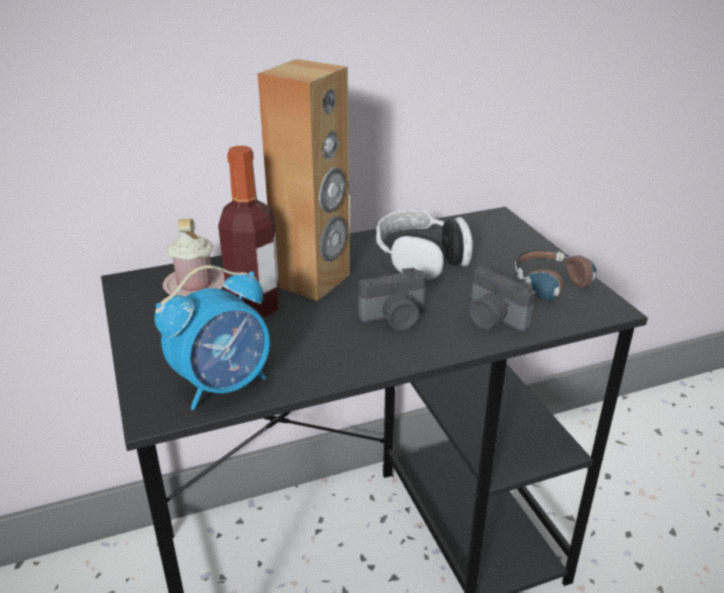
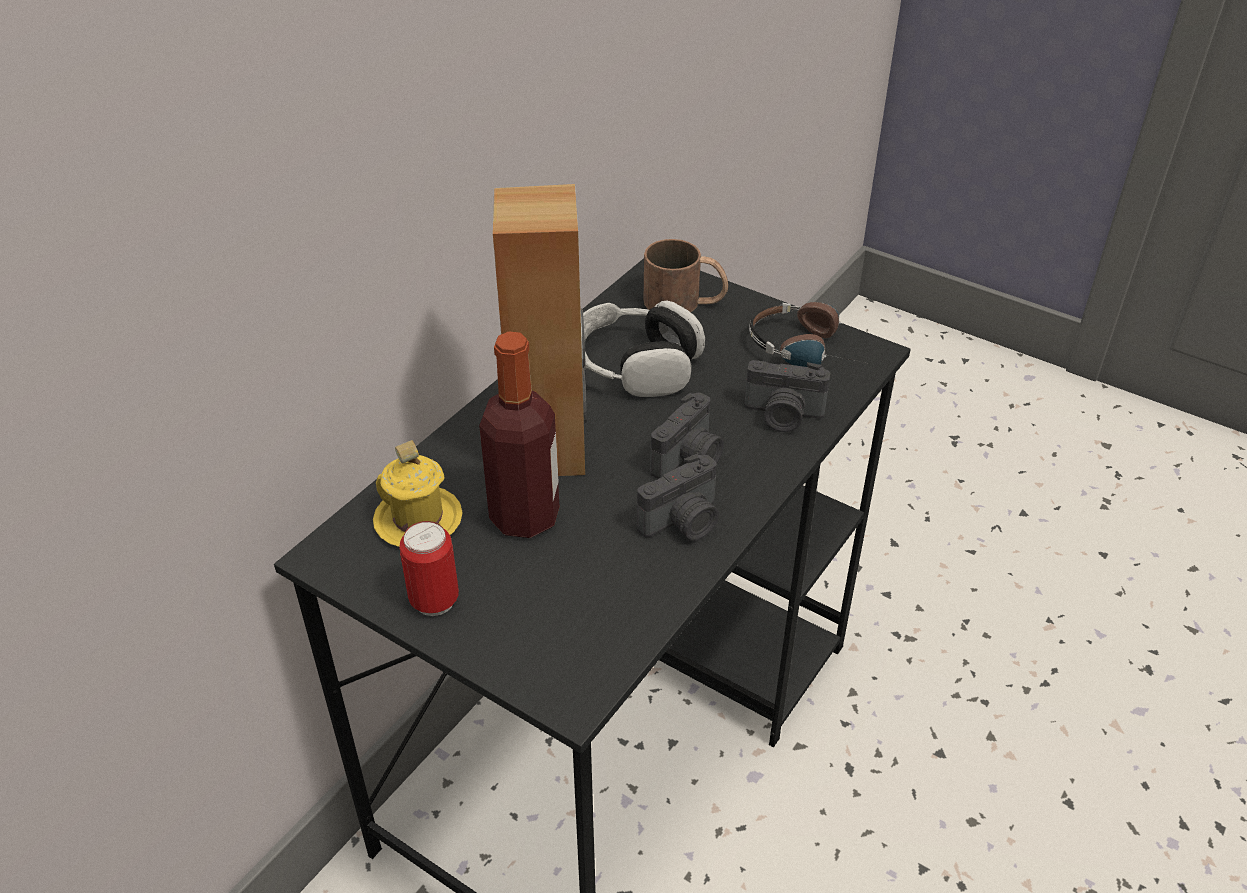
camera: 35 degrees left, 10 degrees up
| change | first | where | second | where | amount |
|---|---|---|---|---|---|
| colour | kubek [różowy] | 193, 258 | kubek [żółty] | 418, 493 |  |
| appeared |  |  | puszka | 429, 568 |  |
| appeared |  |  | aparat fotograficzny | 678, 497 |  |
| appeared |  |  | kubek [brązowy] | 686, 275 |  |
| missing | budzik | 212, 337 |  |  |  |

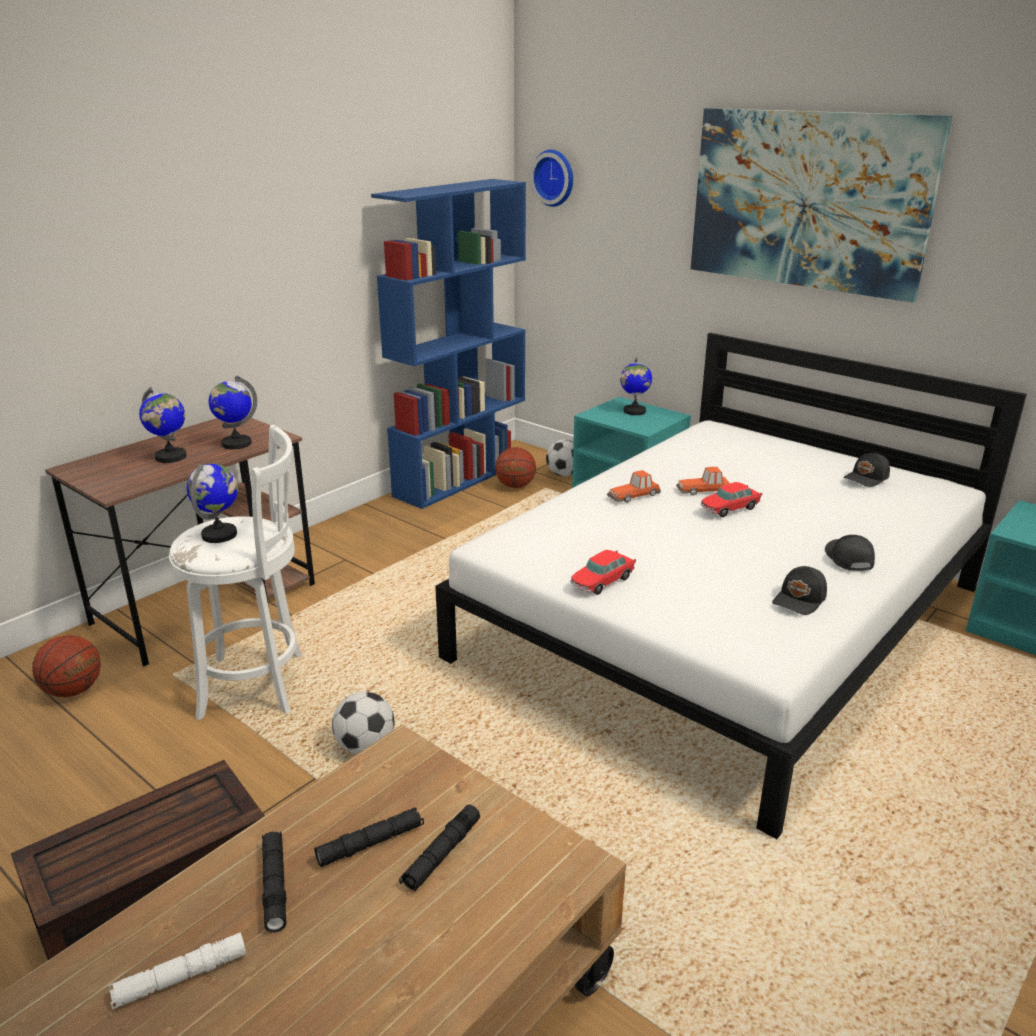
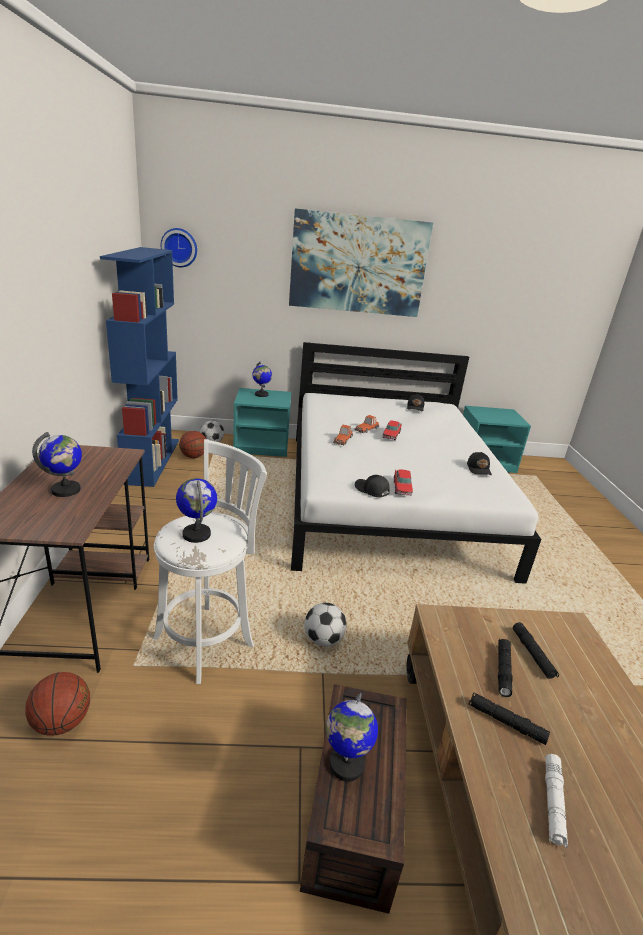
camera: 45 degrees left, 0 degrees up
| change | first | where | second | where | amount |
|---|---|---|---|---|---|
| relocated | globus | 233, 413 |  | 352, 737 |  |
| relocated | czapka z daszkiem [czarny] | 850, 553 |  | 372, 486 |  |

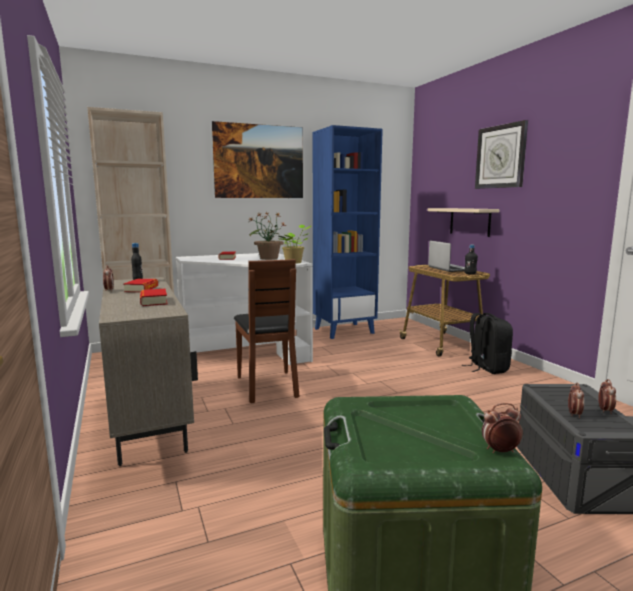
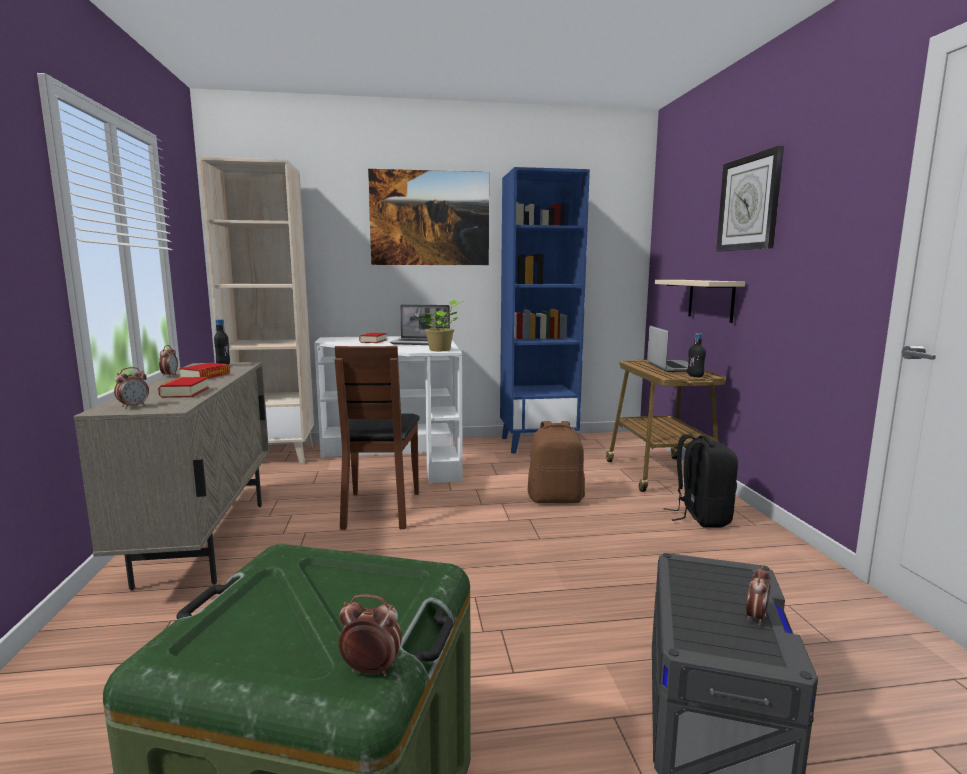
camera: 15 degrees right, 0 degrees up
| change | first | where | second | where | amount |
|---|---|---|---|---|---|
| relocated | budzik | 576, 400 |  | 131, 388 |  |
| exchanged | roślina doniczkowa | 267, 236 | laptop | 420, 324 |  |
| appeared |  |  | plecak [brązowy] | 556, 462 |  |

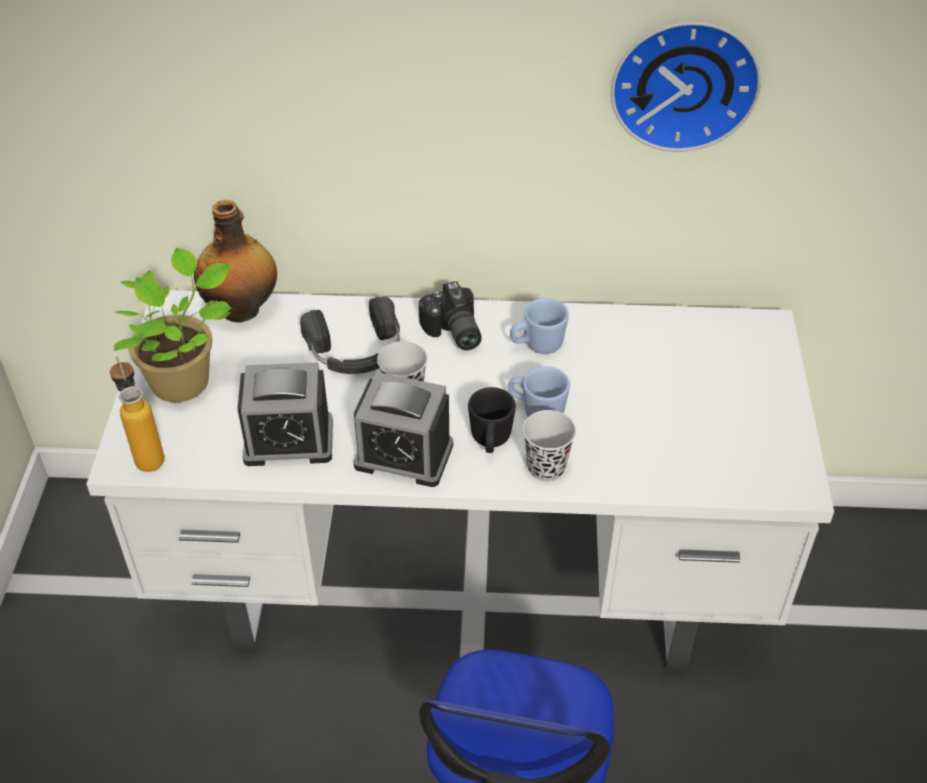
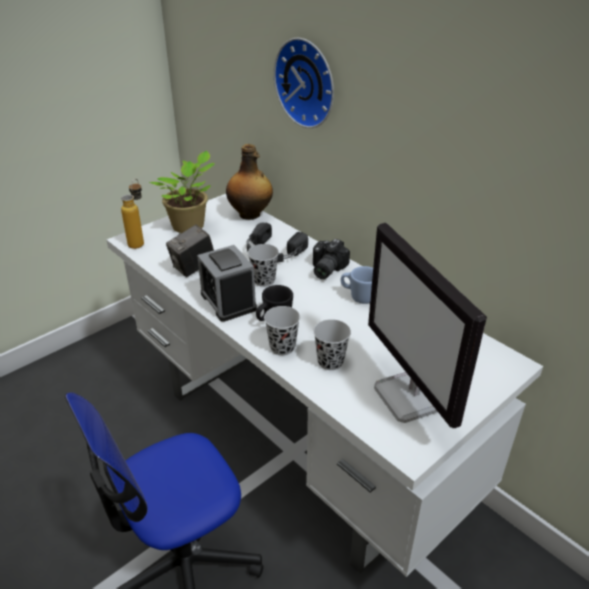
camera: 45 degrees right, 10 degrees down
| change | first | where | second | where | amount |
|---|---|---|---|---|---|
| exchanged | budzik | 285, 414 | aparat fotograficzny | 190, 251 |  |
| relocated | zegar ścienny | 686, 86 |  | 304, 83 |  |
| appeared |  |  | filiżanka [czarny] | 332, 344 |  |
| appeared |  |  | monitor | 427, 325 |  |
| missing | kubek [niebieski] | 539, 391 |  |  |  |

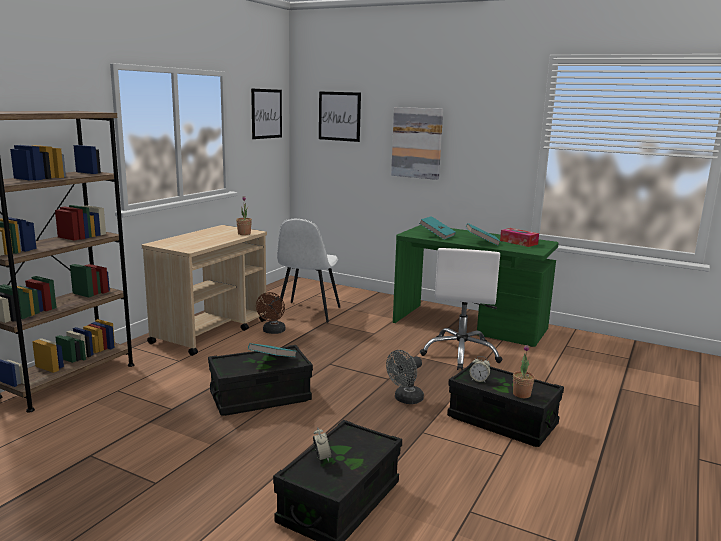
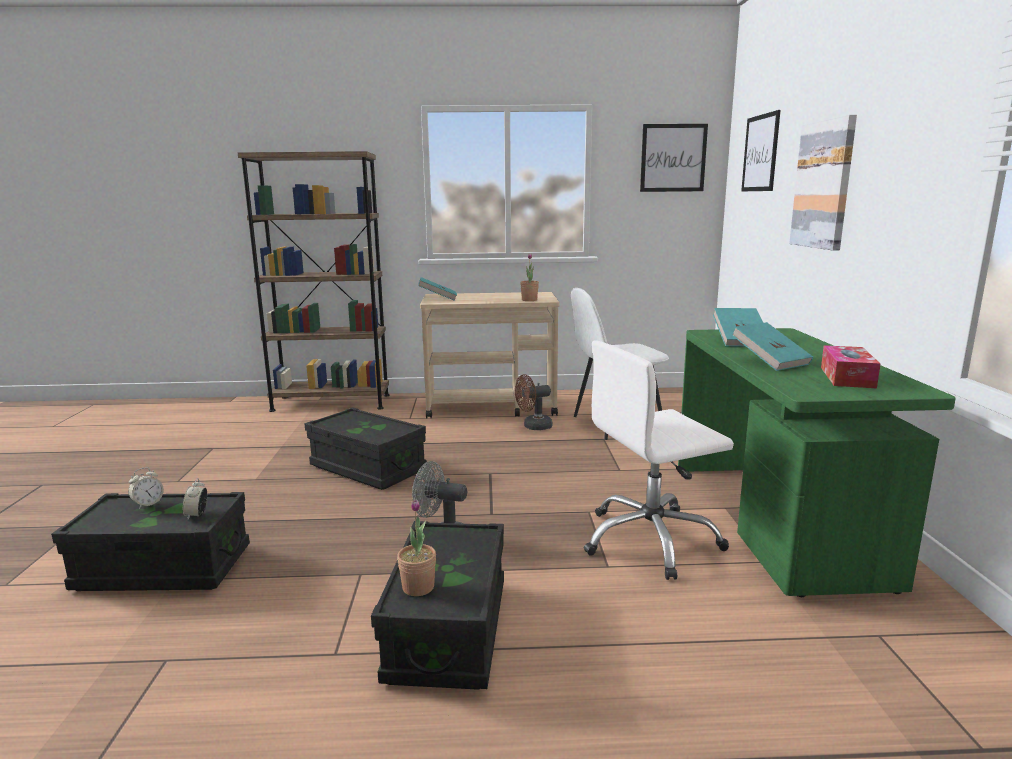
camera: 60 degrees right, 0 degrees up
| change | first | where | second | where | amount |
|---|---|---|---|---|---|
| relocated | budzik | 480, 369 |  | 195, 499 |  |
| relocated | książka [turkusowy] | 272, 350 |  | 437, 289 |  |

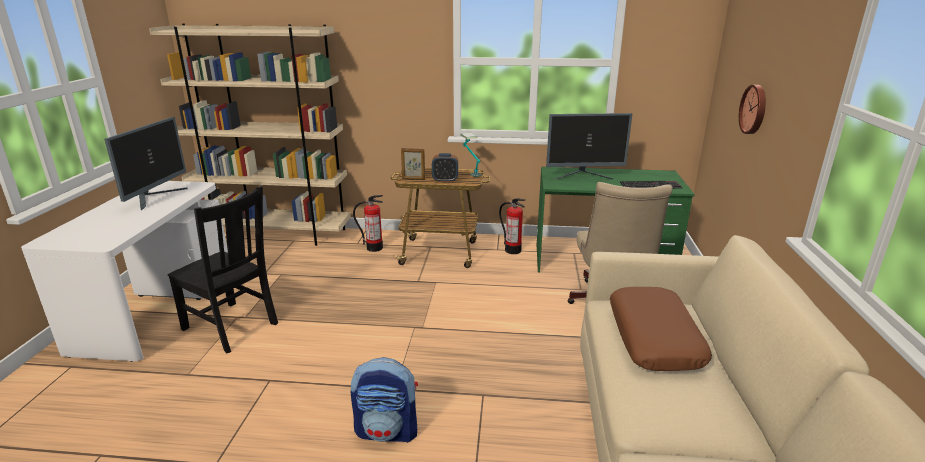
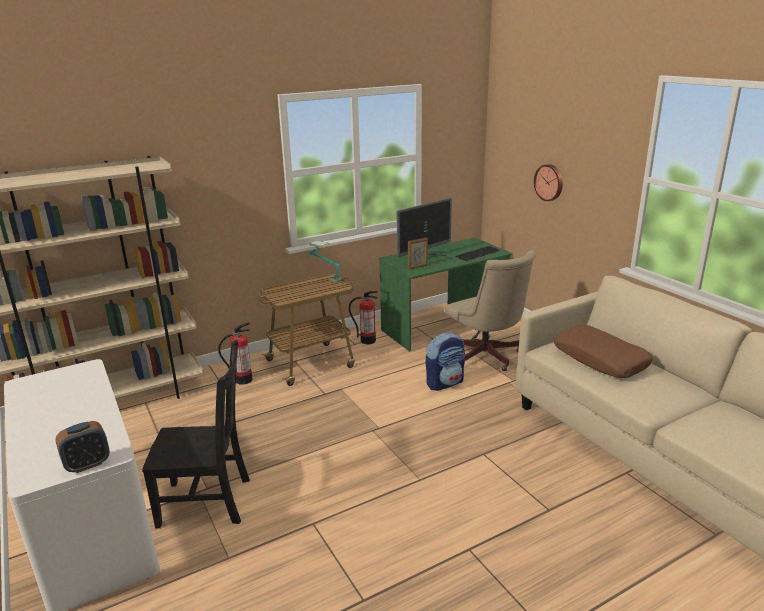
camera: 35 degrees left, 0 degrees up
| change | first | where | second | where | amount |
|---|---|---|---|---|---|
| relocated | budzik | 445, 167 |  | 82, 447 |  |
| relocated | ramka na zdjęcie | 413, 164 |  | 418, 253 |  |
| relocated | plecak | 384, 400 |  | 445, 361 |  |
| missing | monitor | 146, 164 |  |  |  |

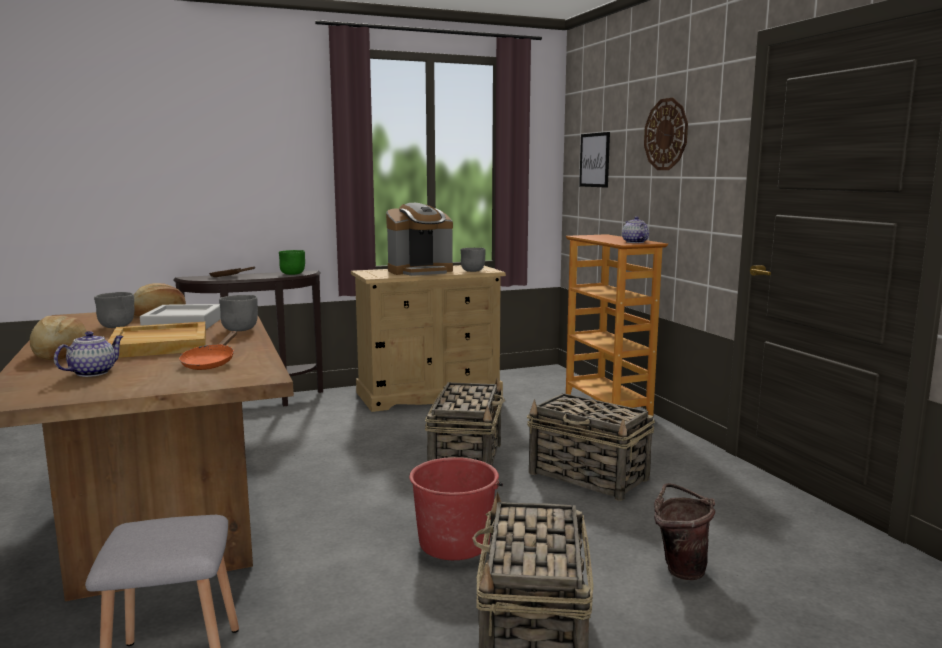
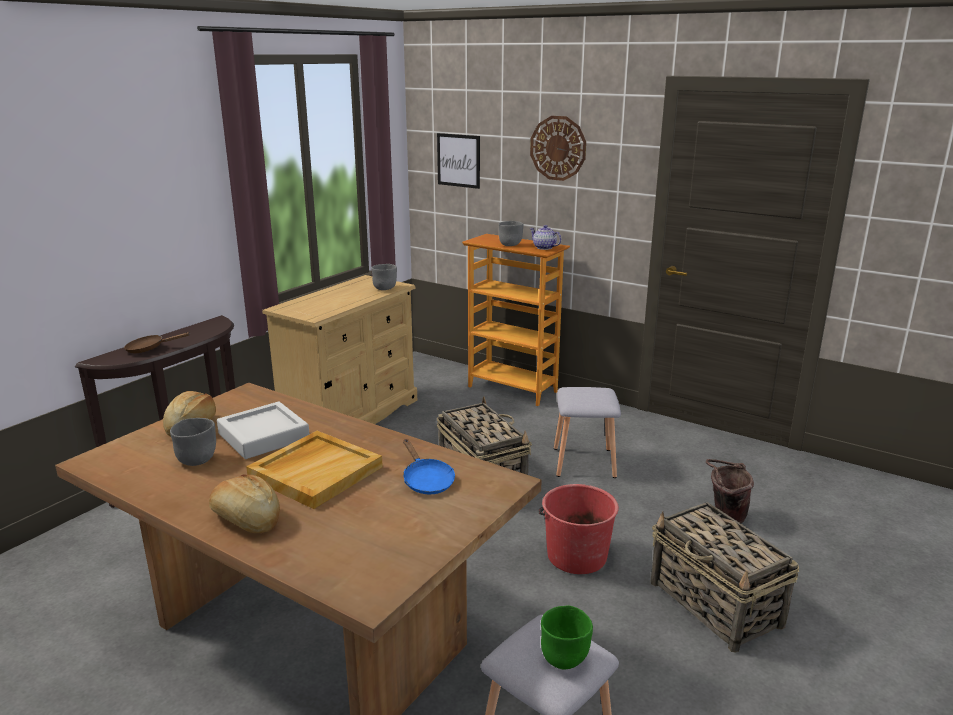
camera: 35 degrees left, 10 degrees up
| change | first | where | second | where | amount |
|---|---|---|---|---|---|
| colour | patelnia [pomarańczowy] | 208, 350 | patelnia [niebieski] | 429, 466 |  |
| relocated | miska [szary] | 238, 313 |  | 511, 233 |  |
| relocated | miska [zielony] | 292, 262 |  | 567, 637 |  |
| exchanged | koszyk | 591, 447 | stołek [szary] | 587, 432 |  |
| missing | imbryk | 89, 354 |  |  |  |
| missing | ekspres do kawy | 419, 239 |  |  |  |

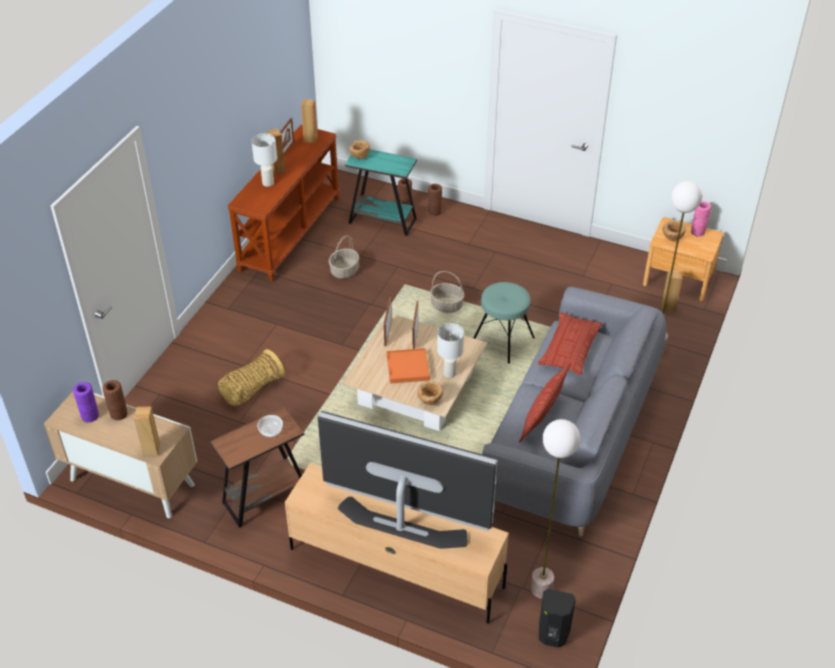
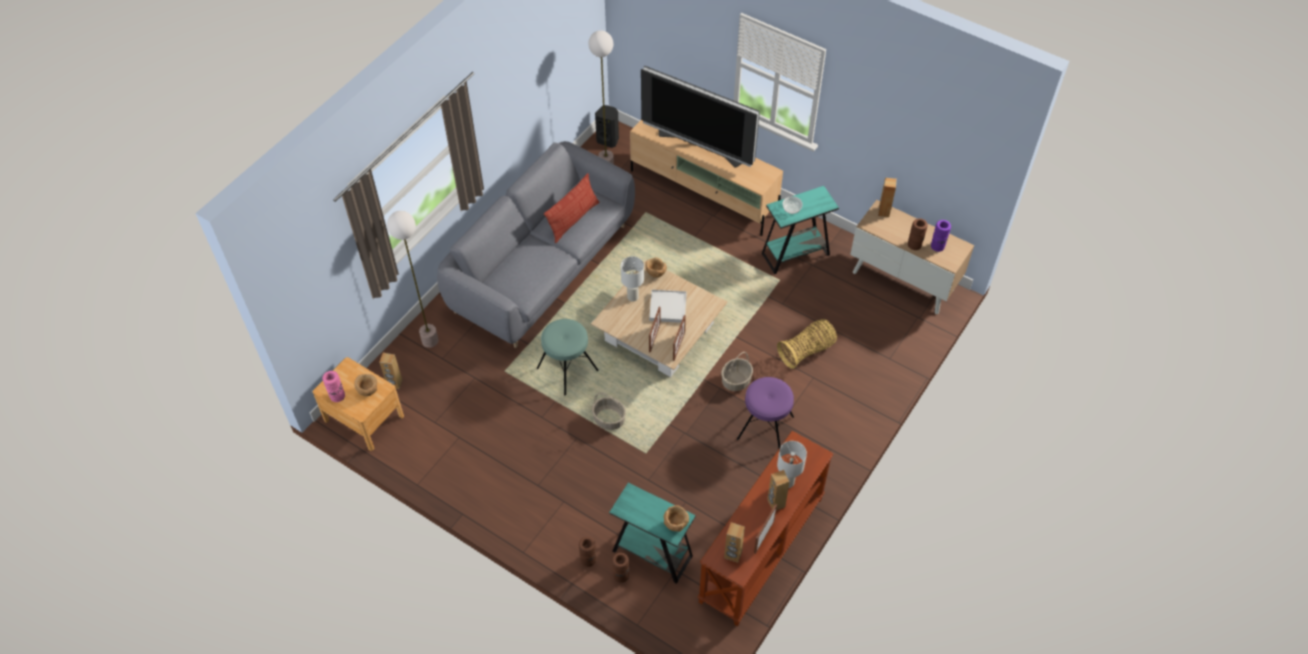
camera: 170 degrees left, 10 degrees up
| change | first | where | second | where | amount |
|---|---|---|---|---|---|
| colour | taca [pomarańczowy] | 408, 366 | taca [biały] | 668, 306 |  |
| relocated | koszyk | 344, 257 |  | 737, 371 |  |
| appeared |  |  | stołek [fioletowy] | 765, 412 |  |
| colour | stolik [brązowy] | 257, 467 | stolik [turkusowy] | 800, 230 |  |
| missing | poduszka | 570, 343 |  |  |  |

